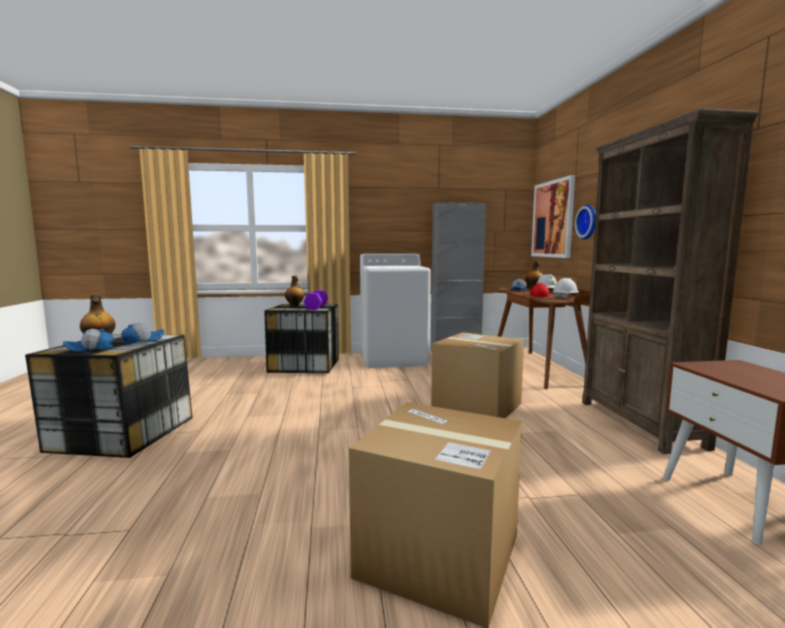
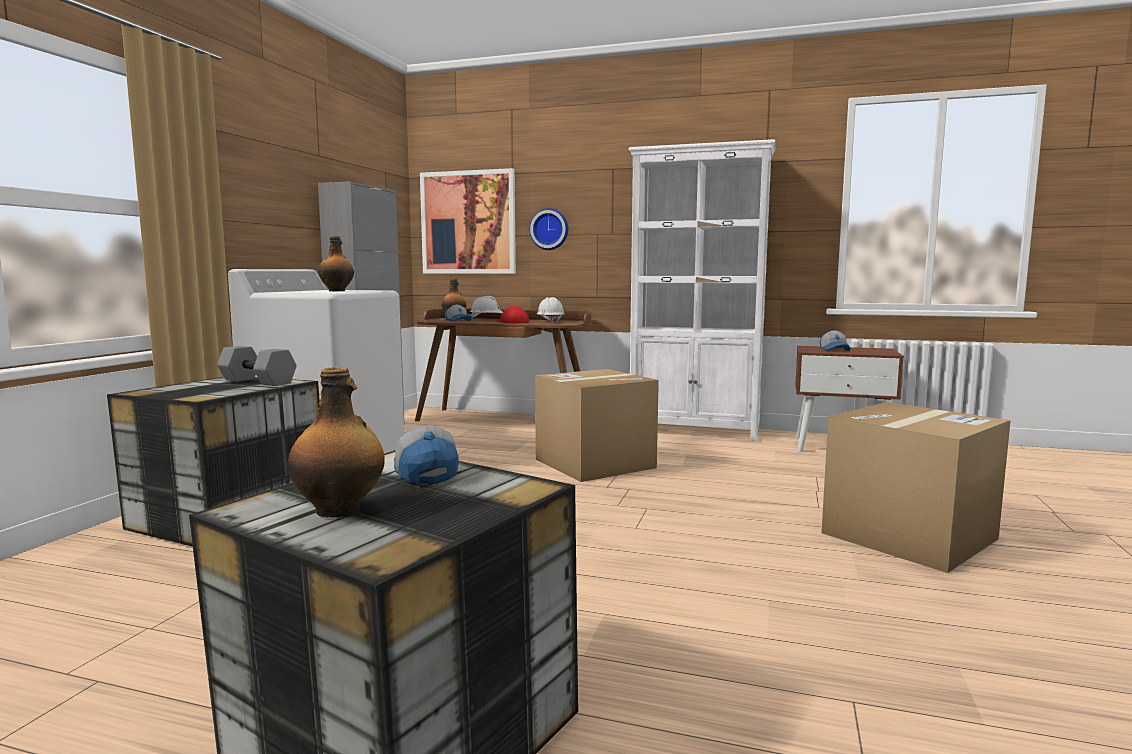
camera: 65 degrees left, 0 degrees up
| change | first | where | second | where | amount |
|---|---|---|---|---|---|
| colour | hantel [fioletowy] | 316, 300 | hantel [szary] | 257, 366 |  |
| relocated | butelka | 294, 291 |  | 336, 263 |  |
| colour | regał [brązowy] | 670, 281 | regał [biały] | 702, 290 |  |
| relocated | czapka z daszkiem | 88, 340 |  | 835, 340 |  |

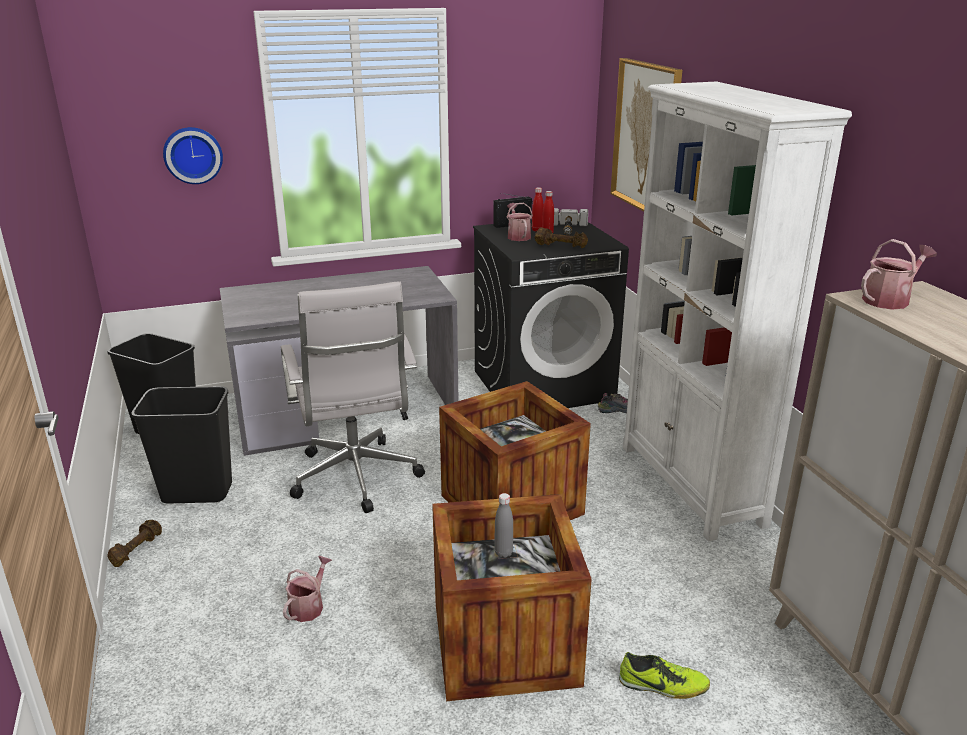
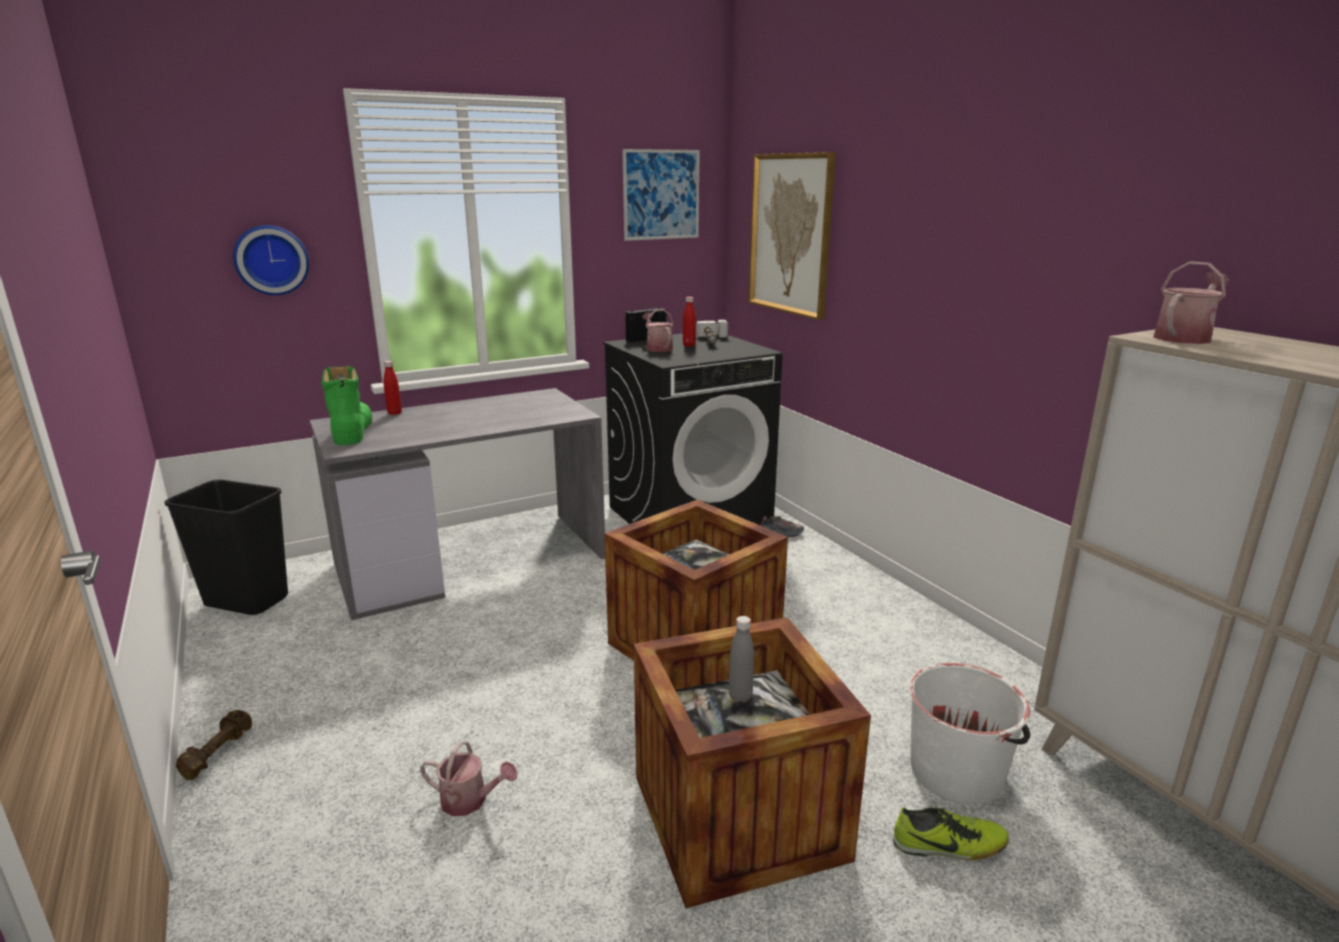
camera: 10 degrees left, 5 degrees down
| change | first | where | second | where | amount |
|---|---|---|---|---|---|
| appeared |  |  | but z cholewką [zielony] | 347, 405 |  |
| relocated | butelka [czerwony] | 538, 209 |  | 393, 388 |  |
| spun | konewka | 307, 589 |  | 468, 779 | 90 degrees clockwise |
| appeared |  |  | obraz | 661, 195 |  |
| appeared |  |  | wiadro [biały] | 969, 733 |  |
| missing | kosz na śmieci [czarny] | 181, 444 |  |  |  |
| missing | krzesło biurowe [biały] | 353, 397 |  |  |  |
| missing | hantel [brązowy] | 561, 237 |  |  |  |
| missing | regał [biały] | 737, 311 |  |  |  |

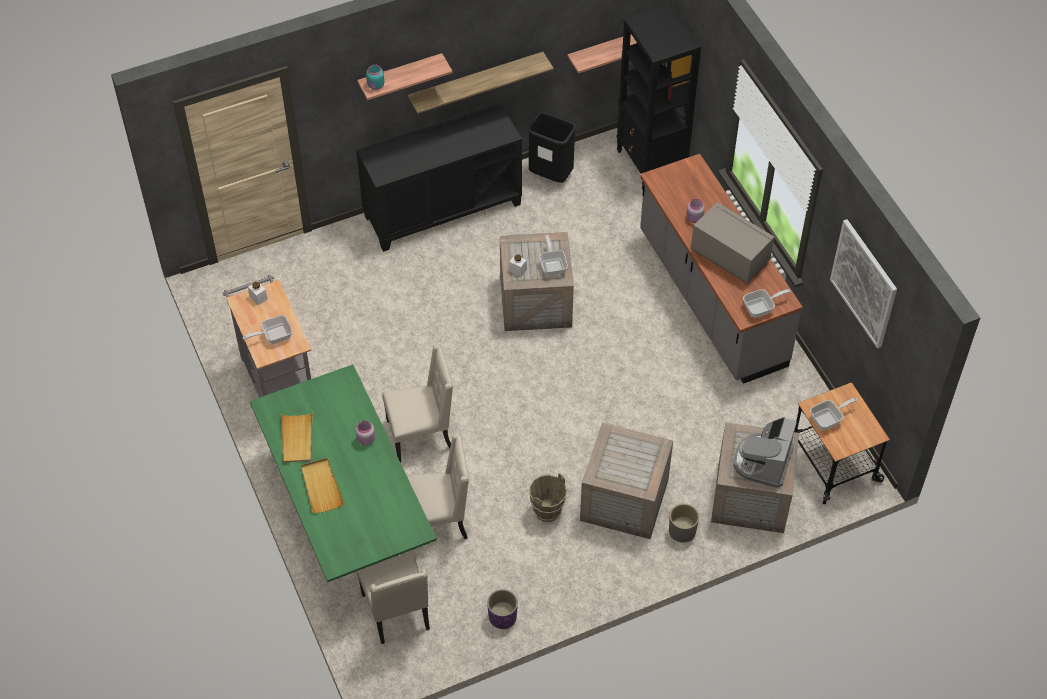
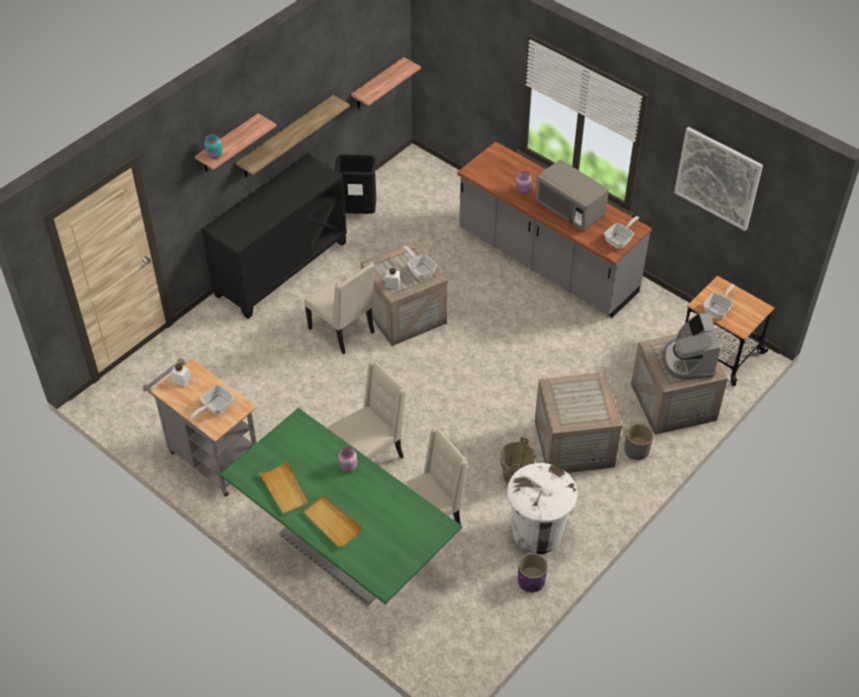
camera: 25 degrees left, 5 degrees down
| change | first | where | second | where | amount |
|---|---|---|---|---|---|
| relocated | krzesło [beżowy] | 393, 598 |  | 339, 307 |  |
| appeared |  |  | kosz na śmieci [biały] | 542, 508 |  |
| spun | mikrofalówka [szary] | 732, 243 |  | 572, 195 | 150 degrees counterclockwise |
| missing | regał [czarny] | 658, 97 |  |  |  |

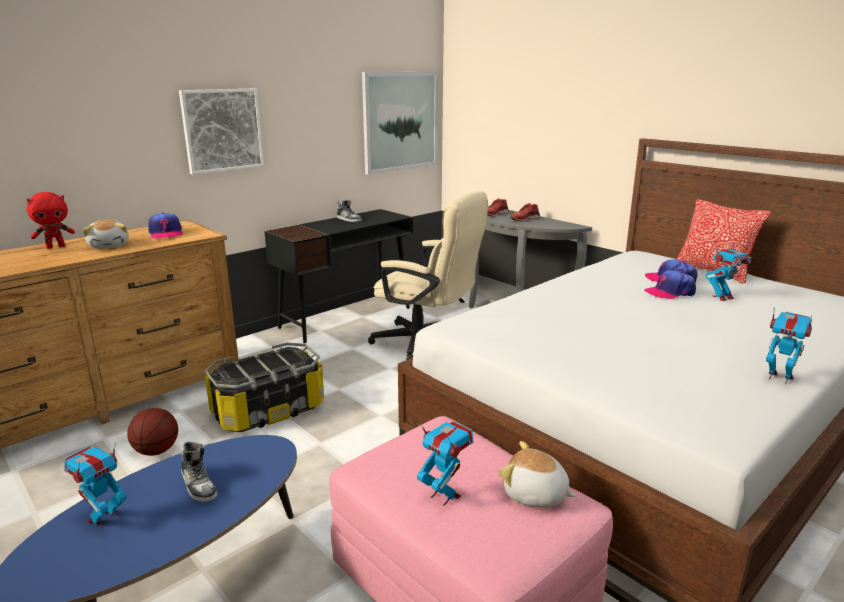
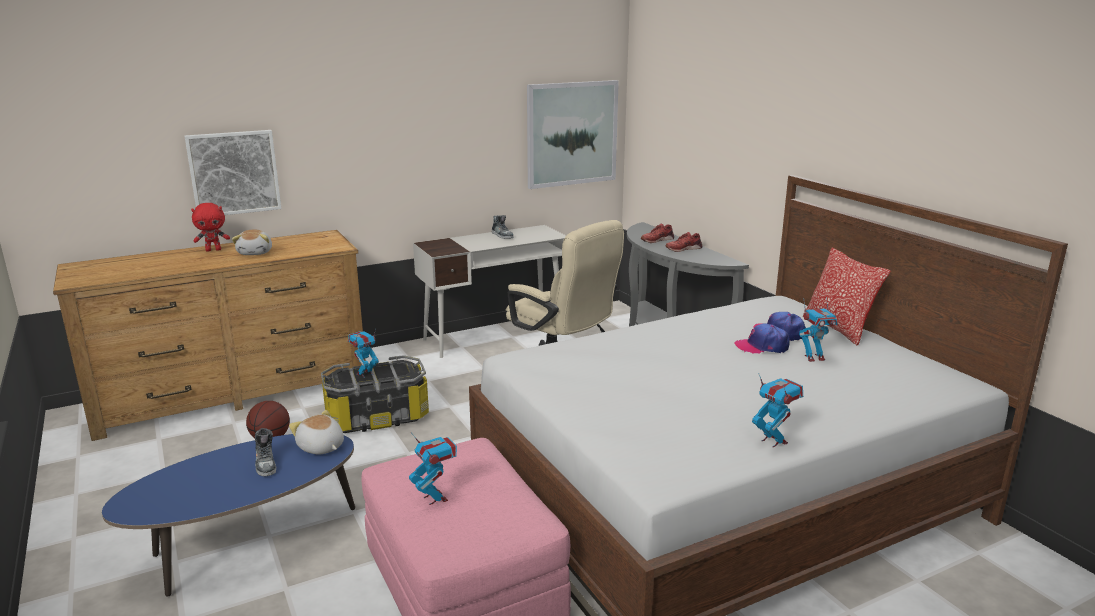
camera: 15 degrees right, 0 degrees up
| change | first | where | second | where | amount |
|---|---|---|---|---|---|
| relocated | obraz | 221, 132 |  | 232, 172 |  |
| relocated | pluszak | 538, 474 |  | 316, 432 |  |
| relocated | robot zabawkowy | 95, 485 |  | 363, 353 |  |
| colour | biurko [czarny] | 338, 276 | biurko [biały] | 489, 291 |  |
| missing | czapka z daszkiem | 165, 226 |  |  |  |

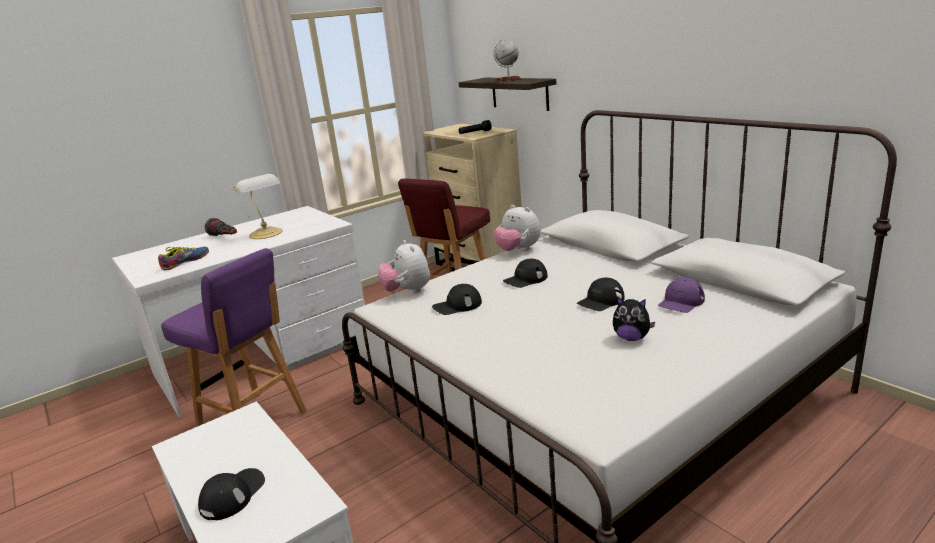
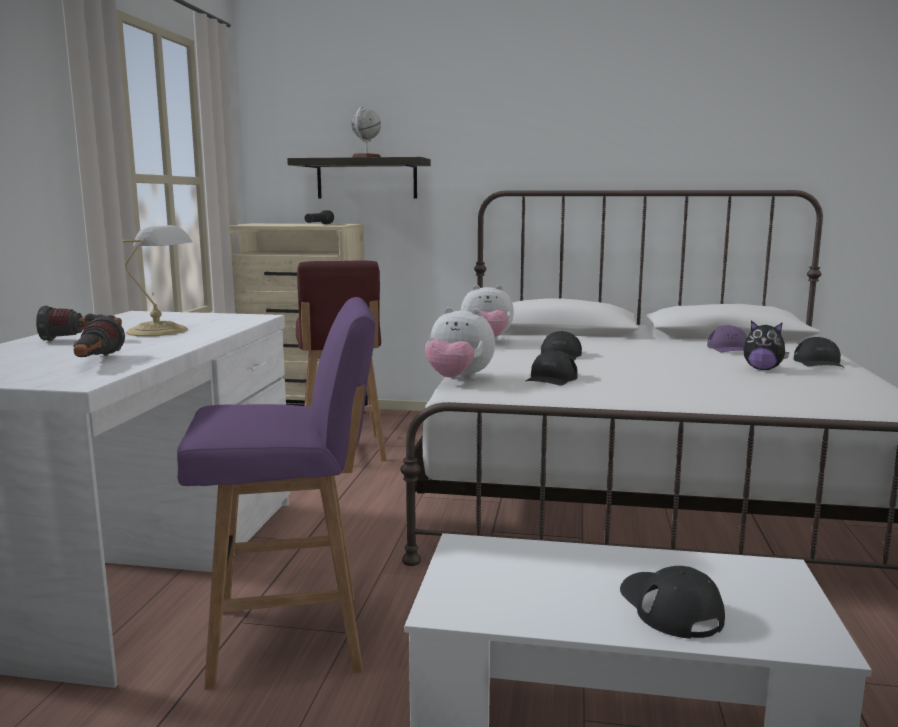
camera: 45 degrees left, 10 degrees down
| change | first | where | second | where | amount |
|---|---|---|---|---|---|
| exchanged | but | 183, 258 | latarka | 99, 337 |  |
| spun | pluszak | 634, 319 |  | 766, 345 | 45 degrees clockwise |
| relocated | czapka z daszkiem [czarny] | 601, 294 |  | 819, 352 |  |

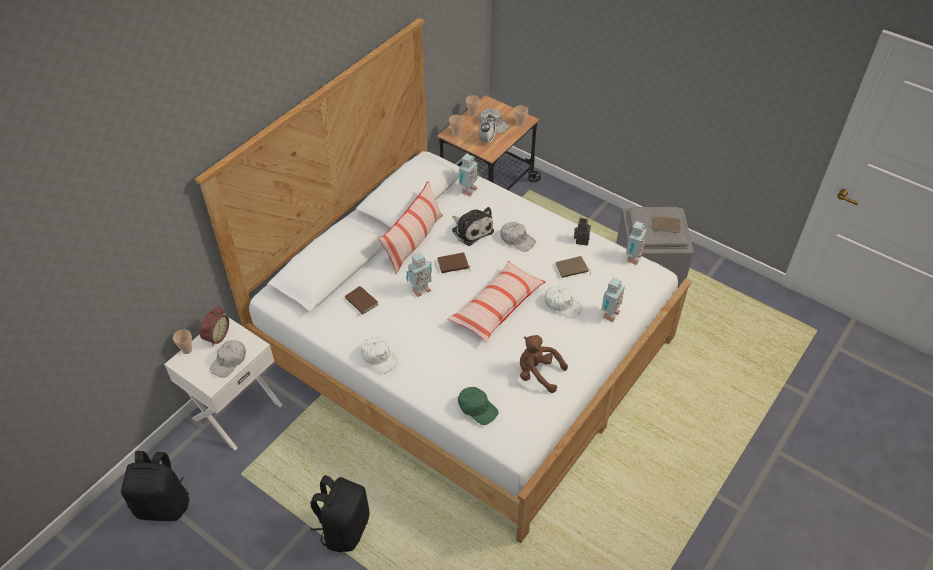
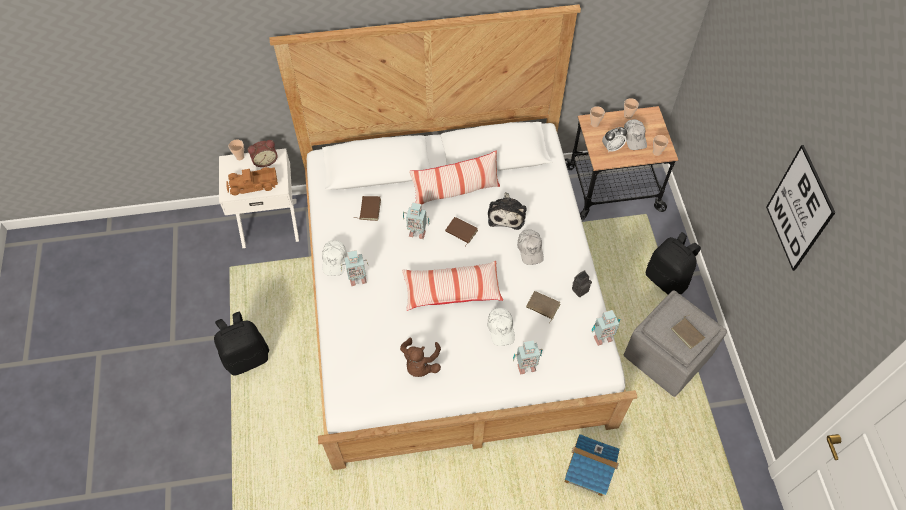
camera: 45 degrees right, 10 degrees up
| change | first | where | second | where | amount |
|---|---|---|---|---|---|
| exchanged | czapka z daszkiem [biały] | 228, 359 | ciężarówka zabawkowa | 252, 181 |  |
| relocated | robot zabawkowy | 468, 175 |  | 355, 268 |  |
| spun | pluszak [brązowy] | 544, 364 |  | 420, 357 | 150 degrees counterclockwise |
| appeared |  |  | domek | 592, 465 |  |
| relocated | plecak [czarny] | 155, 486 |  | 673, 263 |  |
| appeared |  |  | obraz | 800, 208 |  |
| missing | czapka z daszkiem [zielony] | 478, 406 |  |  |  |

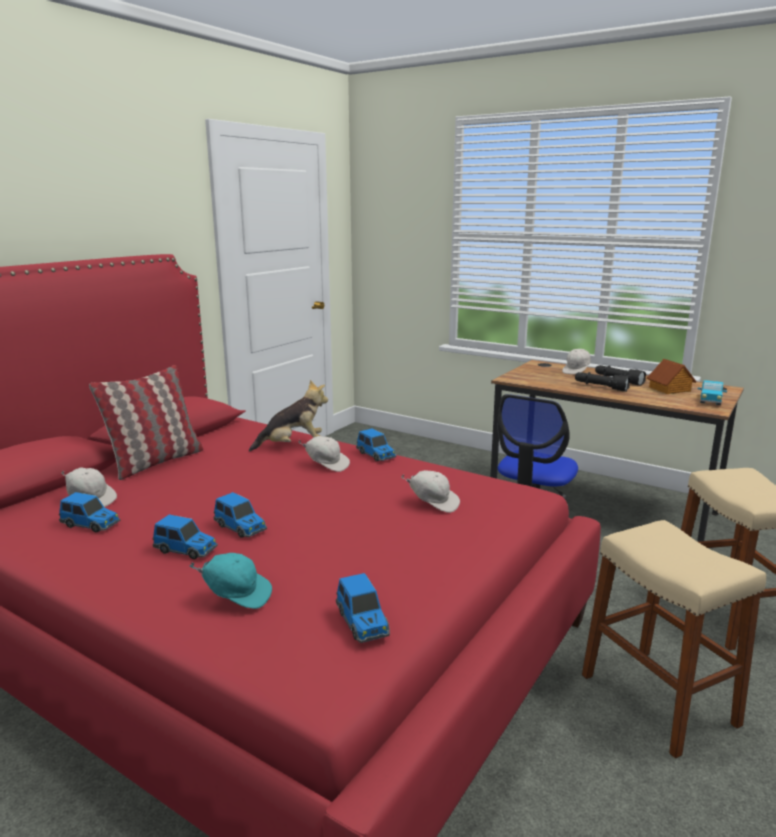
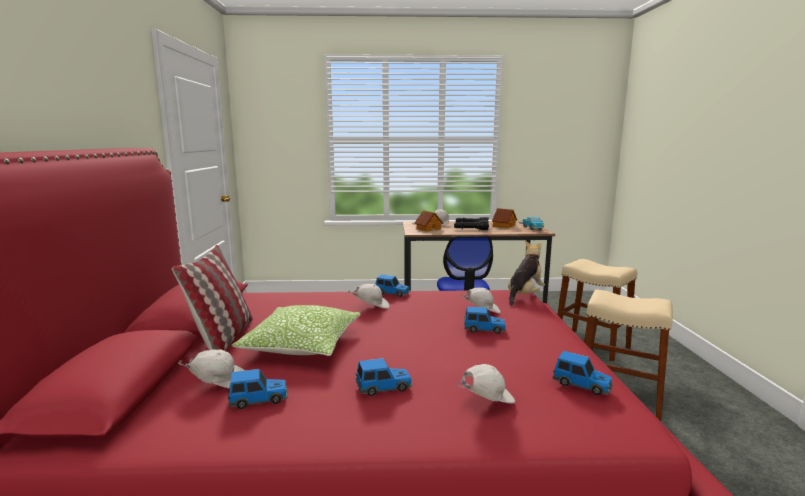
camera: 35 degrees left, 5 degrees down
| change | first | where | second | where | amount |
|---|---|---|---|---|---|
| appeared |  |  | poduszka | 296, 330 |  |
| appeared |  |  | domek | 428, 221 |  |
| colour | czapka z daszkiem [turkusowy] | 231, 581 | czapka z daszkiem [biały] | 486, 384 |  |
| relocated | samochodzik | 240, 515 |  | 485, 320 |  |
| relocated | pluszak | 288, 416 |  | 526, 273 |  |

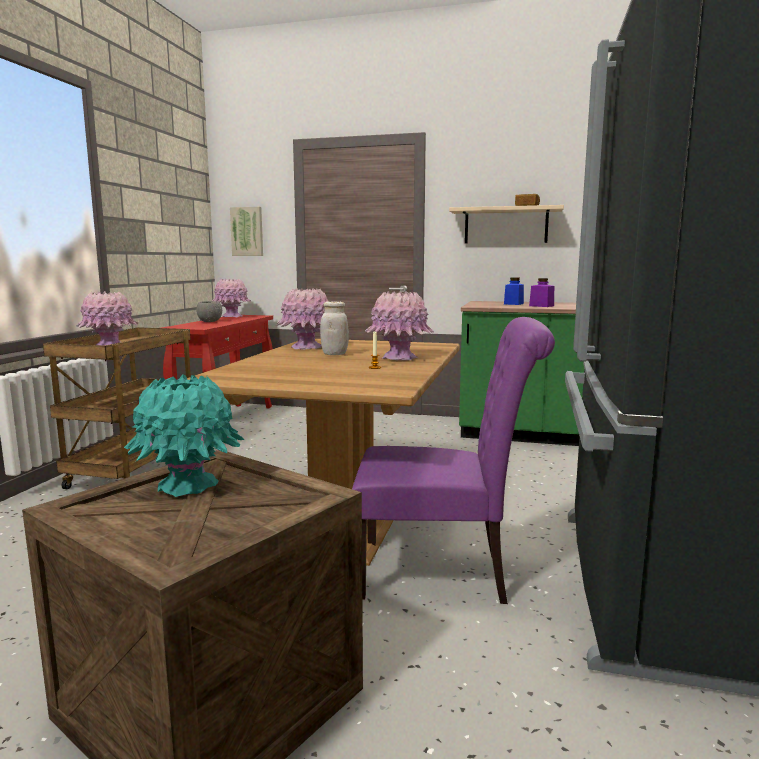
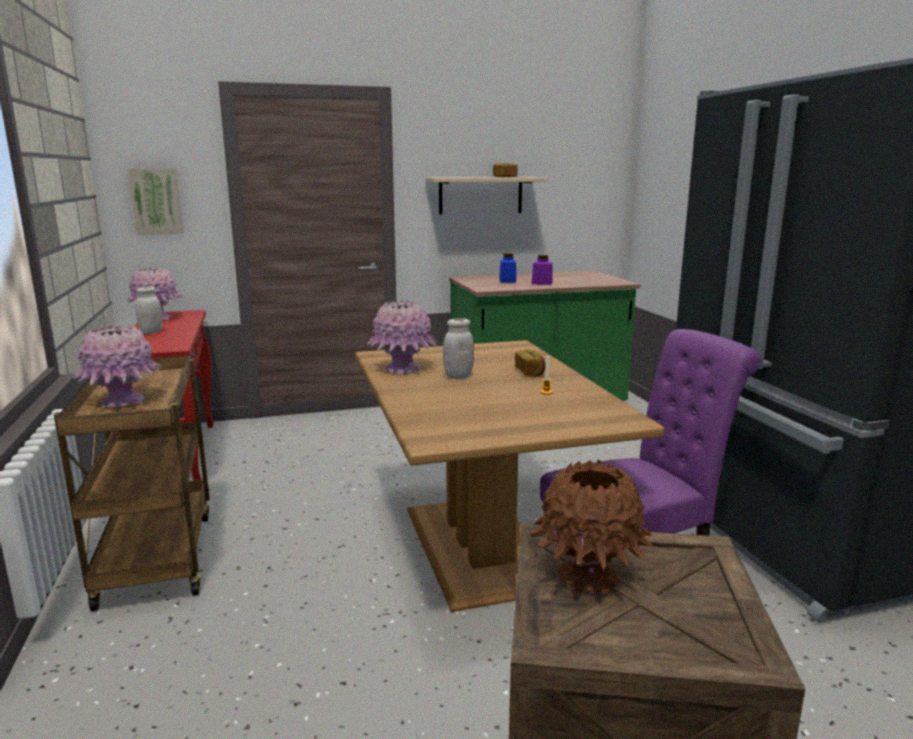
camera: 30 degrees left, 5 degrees up
| change | first | where | second | where | amount |
|---|---|---|---|---|---|
| exchanged | miska [szary] | 209, 311 | słoik [biały] | 149, 310 |  |
| exchanged | wazon [różowy] | 399, 325 | chleb | 530, 363 |  |
| colour | wazon [turkusowy] | 184, 435 | wazon [brązowy] | 592, 526 |  |

